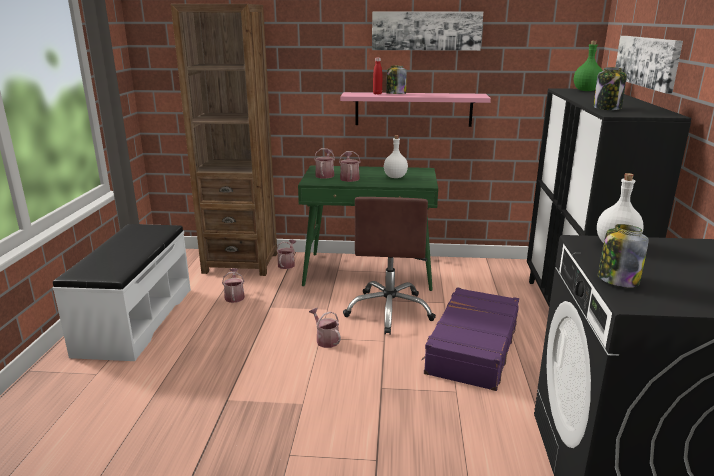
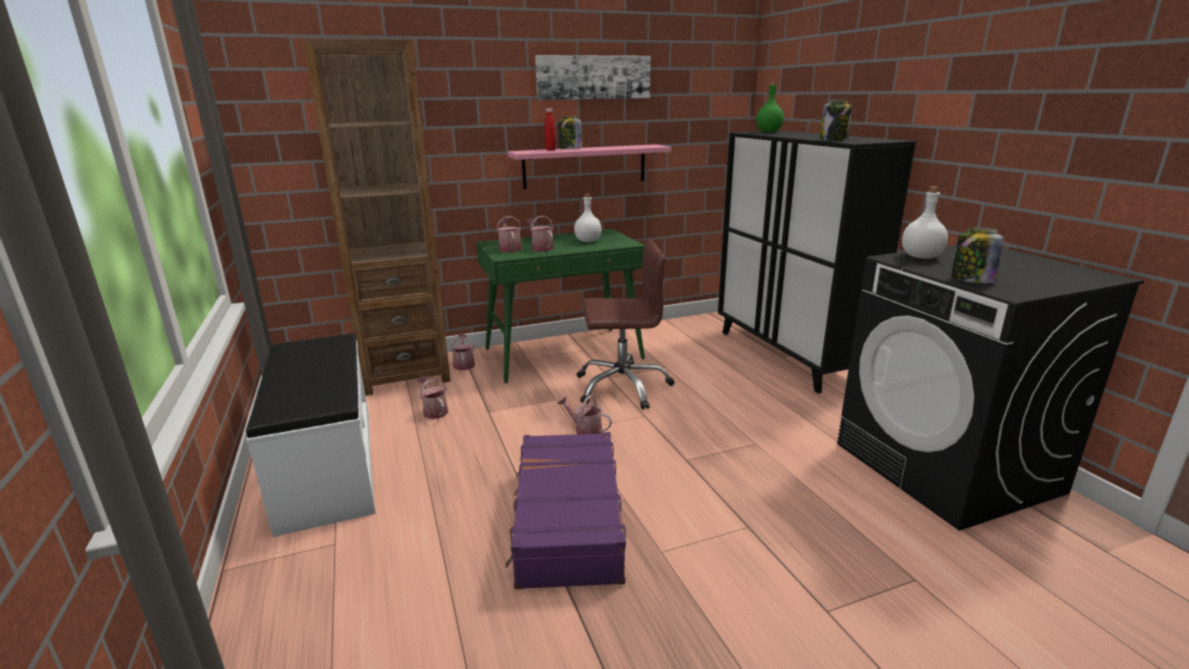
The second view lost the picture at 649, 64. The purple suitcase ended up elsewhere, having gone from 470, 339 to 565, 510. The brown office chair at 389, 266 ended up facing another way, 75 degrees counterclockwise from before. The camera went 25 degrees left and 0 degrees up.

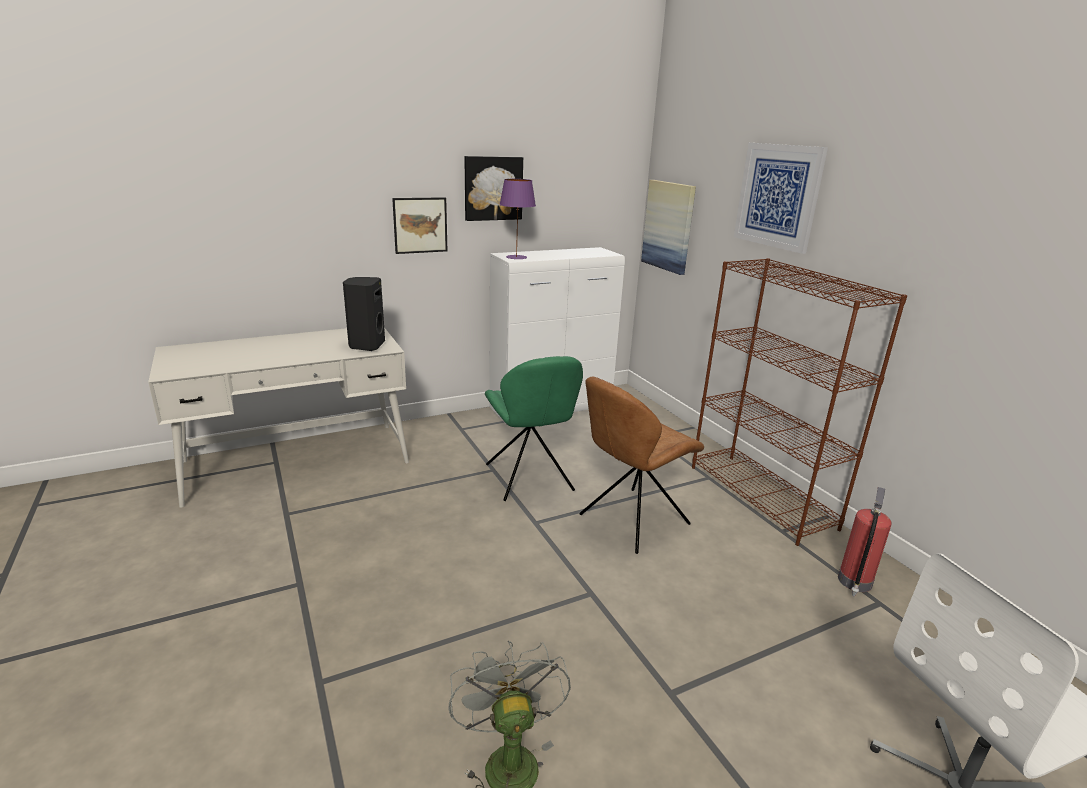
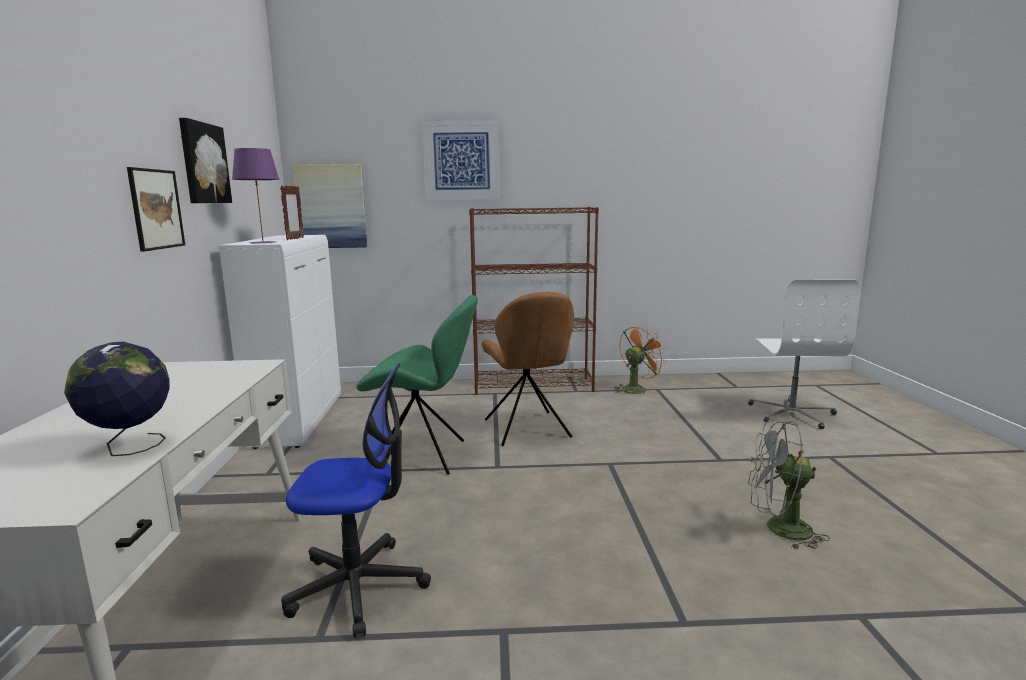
The second view lost the black speaker at 364, 314. The second view gained the globe at 117, 399. The second view gained the picture frame at 292, 212. The second view gained the office chair at 356, 500. Where the fire extinguisher stood at 865, 541, the orange fan came to stand at 640, 359. The camera went 65 degrees left and 10 degrees down.

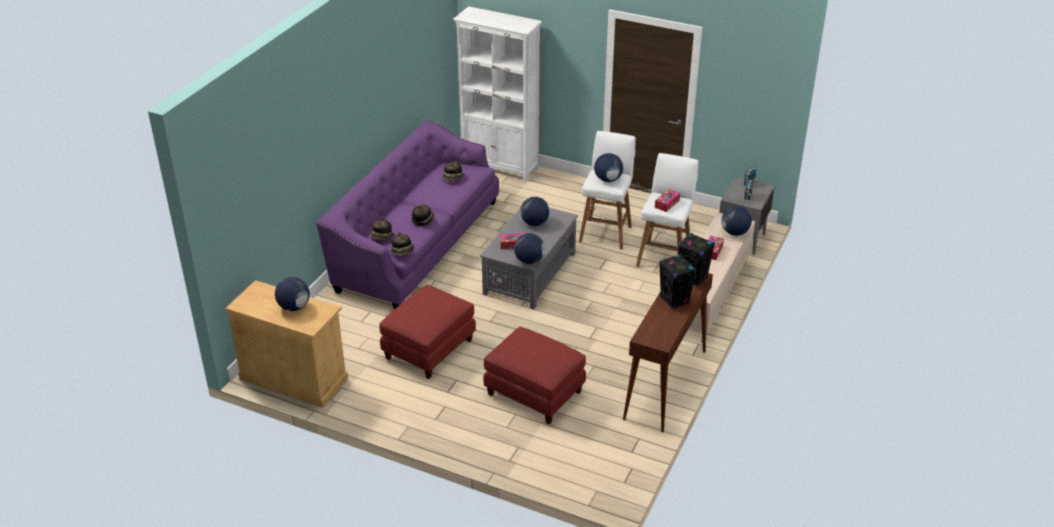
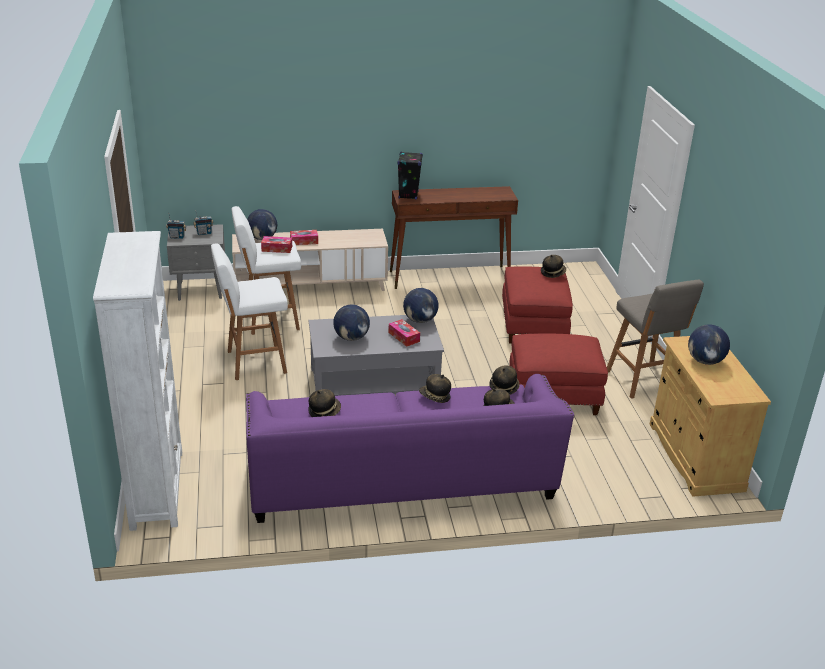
The second view lost the globe at 608, 167. The second view lost the black speaker at 677, 281. The second view gained the hat at 553, 266. The second view gained the grey stool at 655, 339. The camera went 125 degrees left and 5 degrees down.

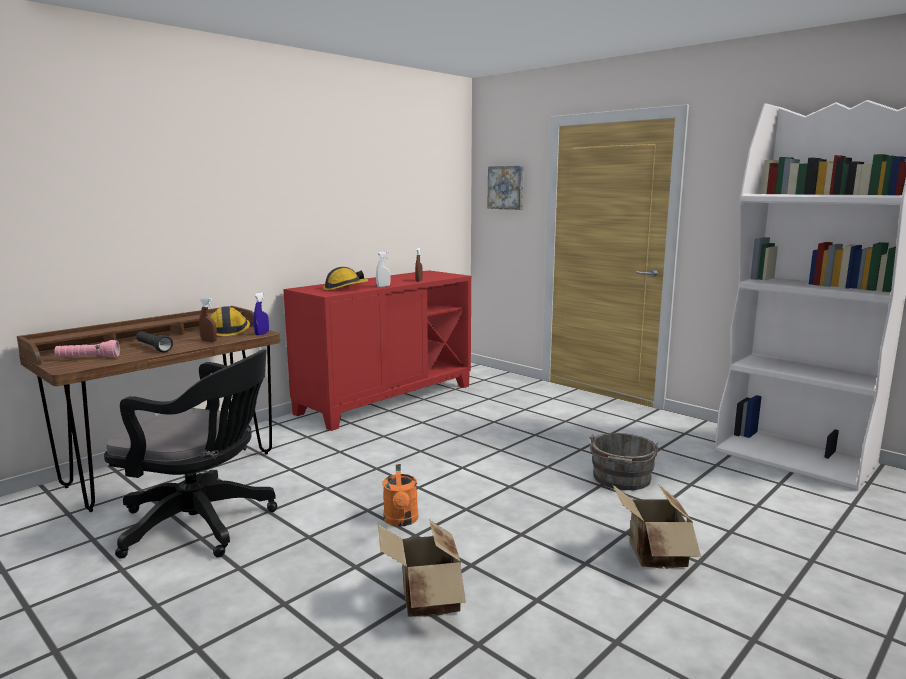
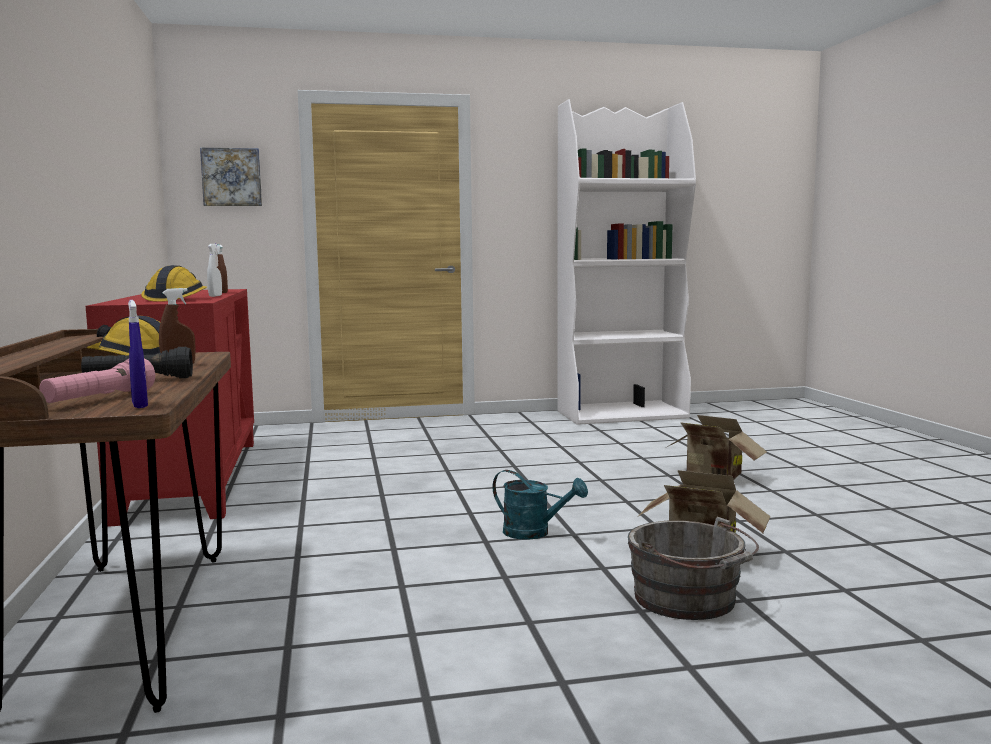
The second view lost the black office chair at 190, 454. The blue spray bottle ended up elsewhere, having gone from 261, 314 to 138, 354. The grey bucket ended up elsewhere, having gone from 624, 461 to 693, 568. What was the orange watering can at 400, 495 turned into the turquoise watering can at 540, 505. The camera went 55 degrees left and 5 degrees down.

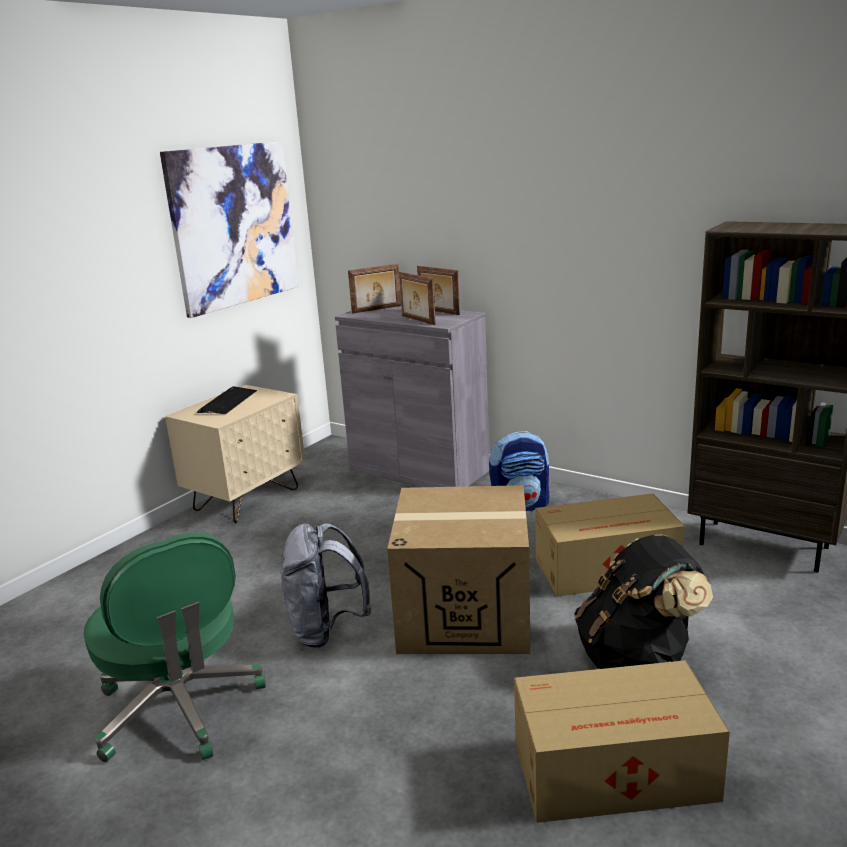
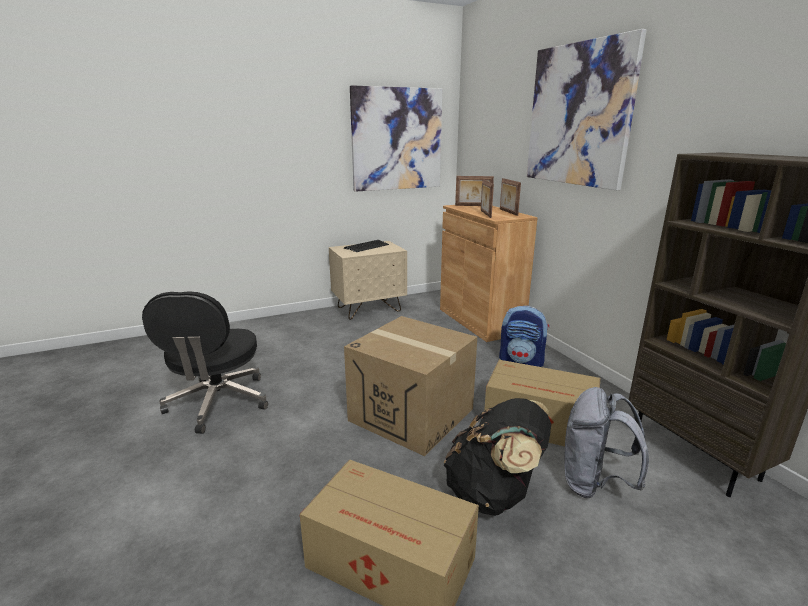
The second view gained the picture at 586, 109. The grey backpack ended up elsewhere, having gone from 325, 585 to 606, 442. What was the green office chair at 175, 647 turned into the black office chair at 205, 362. What was the grey cabinet at 412, 396 turned into the brown cabinet at 489, 273. The camera went 30 degrees right and 0 degrees up.

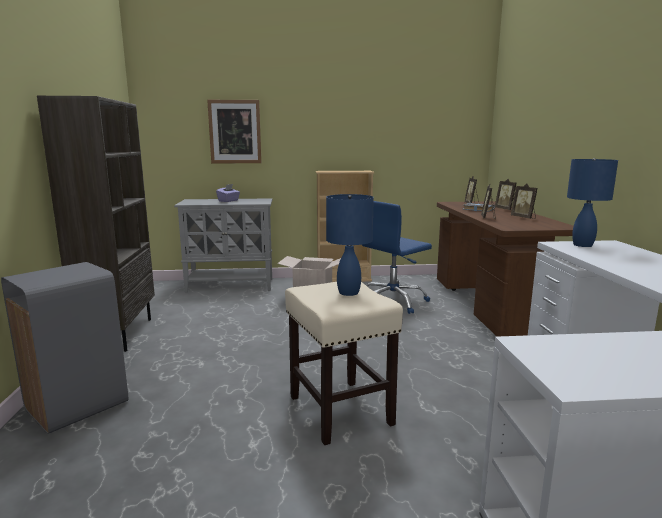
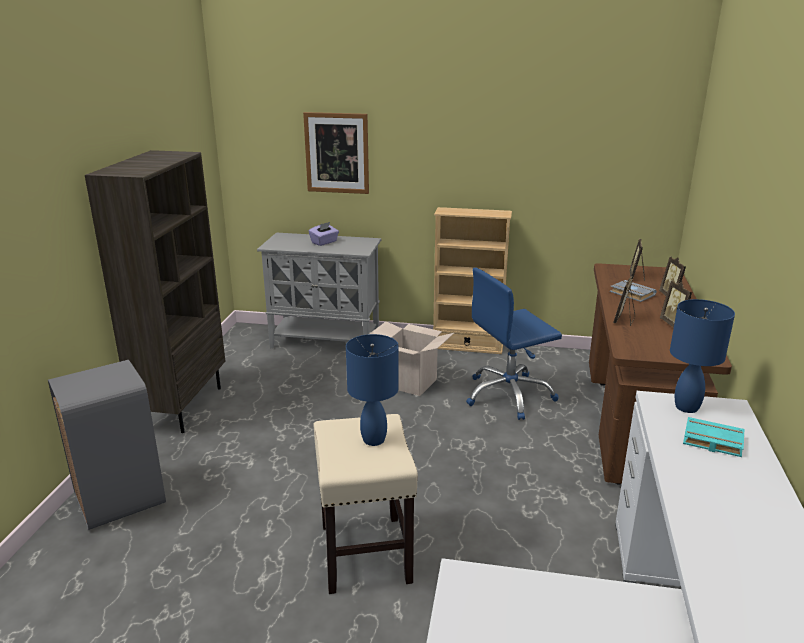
The second view gained the turquoise book at 713, 437. The camera went 15 degrees right and 10 degrees up.

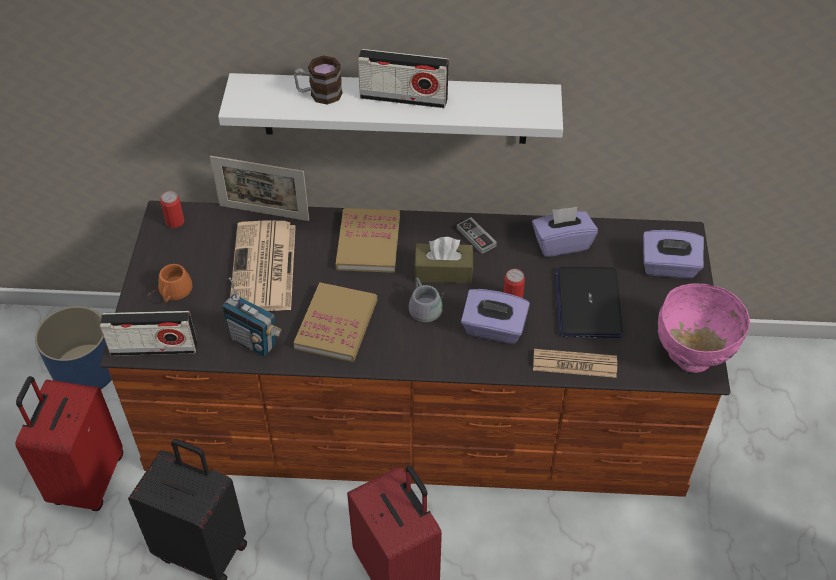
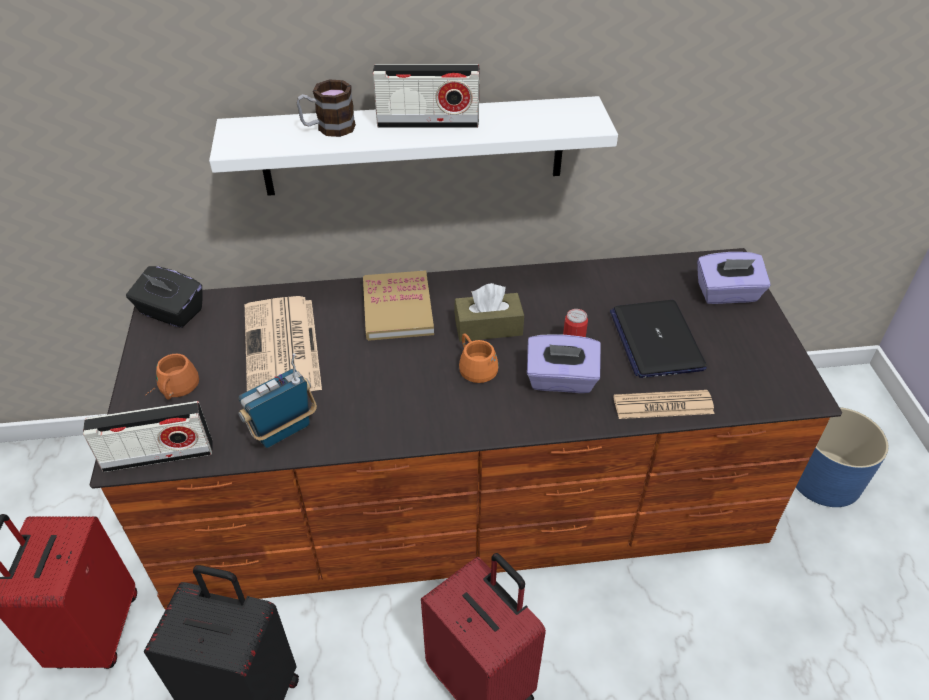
The second view lost the picture frame at 259, 188. The second view lost the book at 335, 322. The second view lost the game controller at 477, 235. The second view lost the purple tissue box at 565, 232. The second view lost the pink bowl at 704, 328. The blue planter ended up elsewhere, having gone from 73, 347 to 842, 457. Where the can stood at 172, 209, the black tissue box came to stand at 164, 297. What was the grey mug at 426, 299 turned into the orange mug at 479, 358. The radio at 252, 316 ended up facing another way, 120 degrees clockwise from before. The camera went 10 degrees left and 5 degrees down.

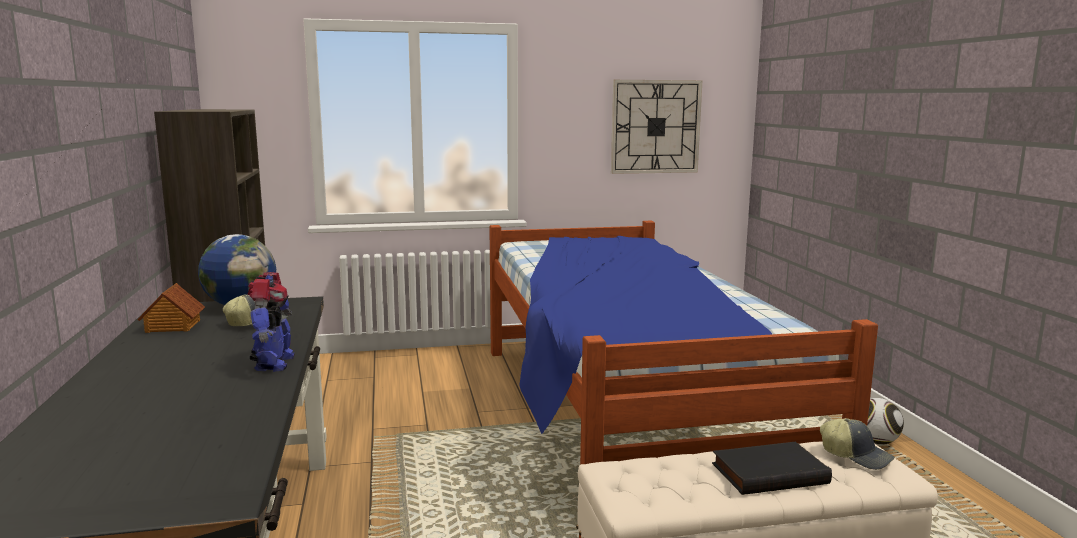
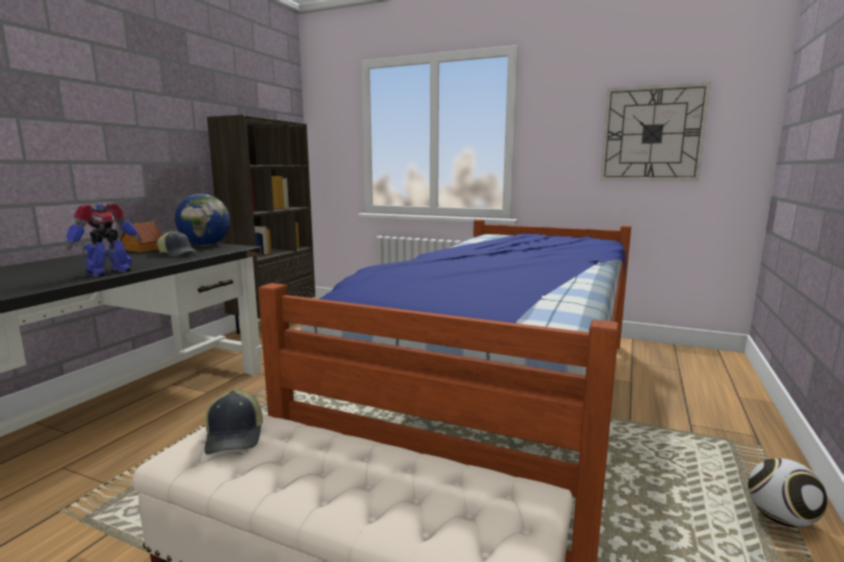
The second view lost the black book at 772, 468. The cap ended up elsewhere, having gone from 857, 444 to 234, 422. The camera went 35 degrees right and 0 degrees up.

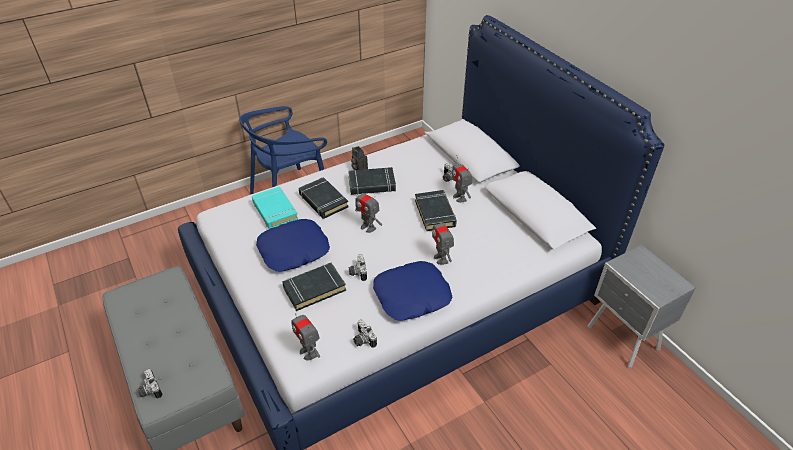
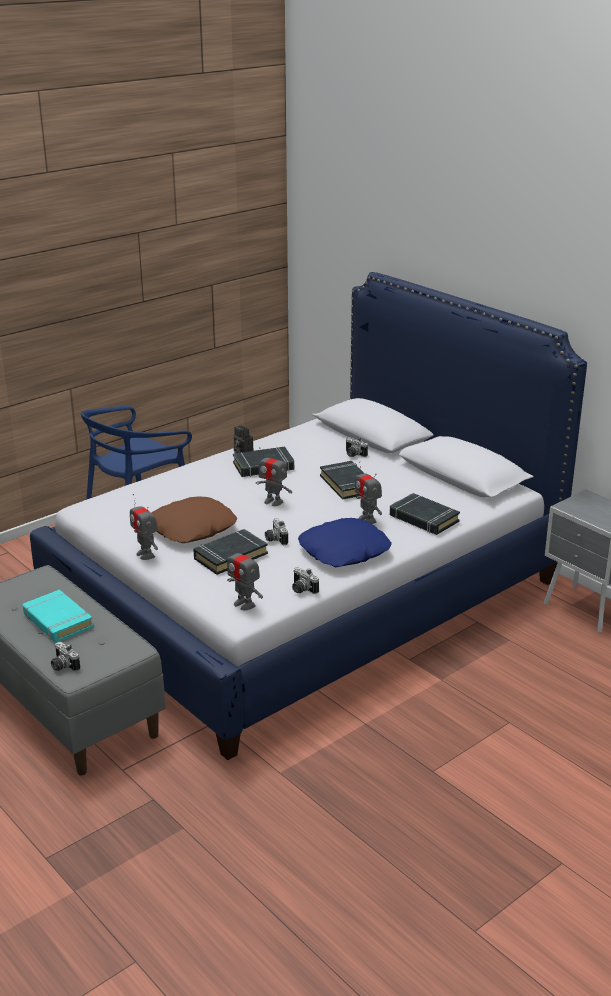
The turquoise book ended up elsewhere, having gone from 275, 207 to 58, 616. The black book ended up elsewhere, having gone from 323, 198 to 425, 514. The toy robot ended up elsewhere, having gone from 462, 179 to 144, 527. What was the blue pillow at 293, 245 turned into the brown pillow at 194, 519. The camera went 10 degrees left and 15 degrees down.

